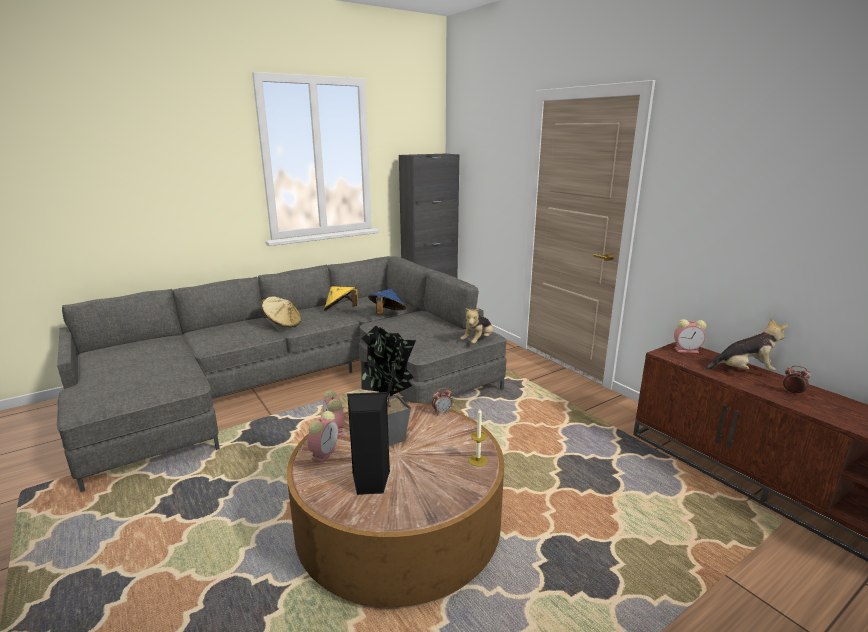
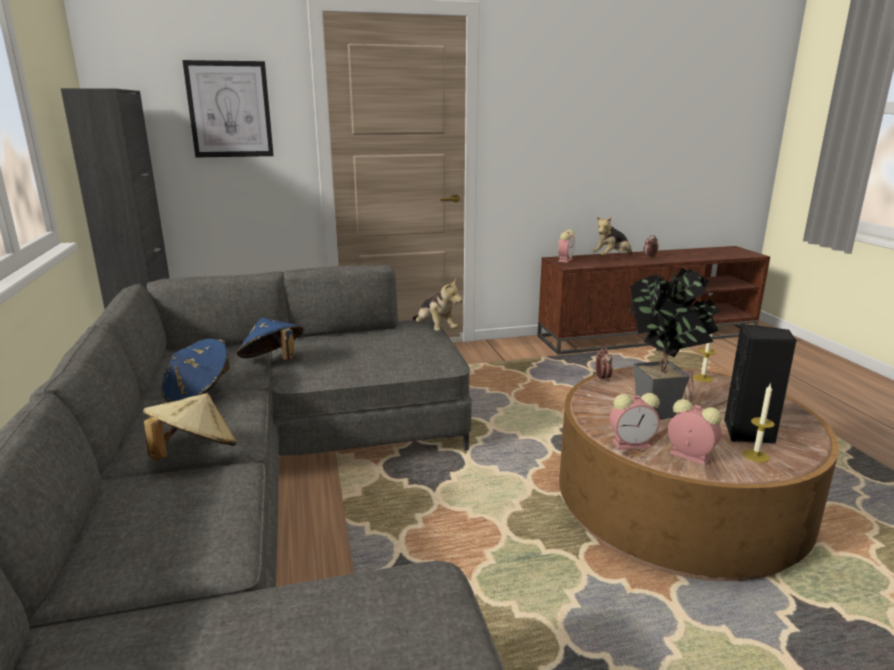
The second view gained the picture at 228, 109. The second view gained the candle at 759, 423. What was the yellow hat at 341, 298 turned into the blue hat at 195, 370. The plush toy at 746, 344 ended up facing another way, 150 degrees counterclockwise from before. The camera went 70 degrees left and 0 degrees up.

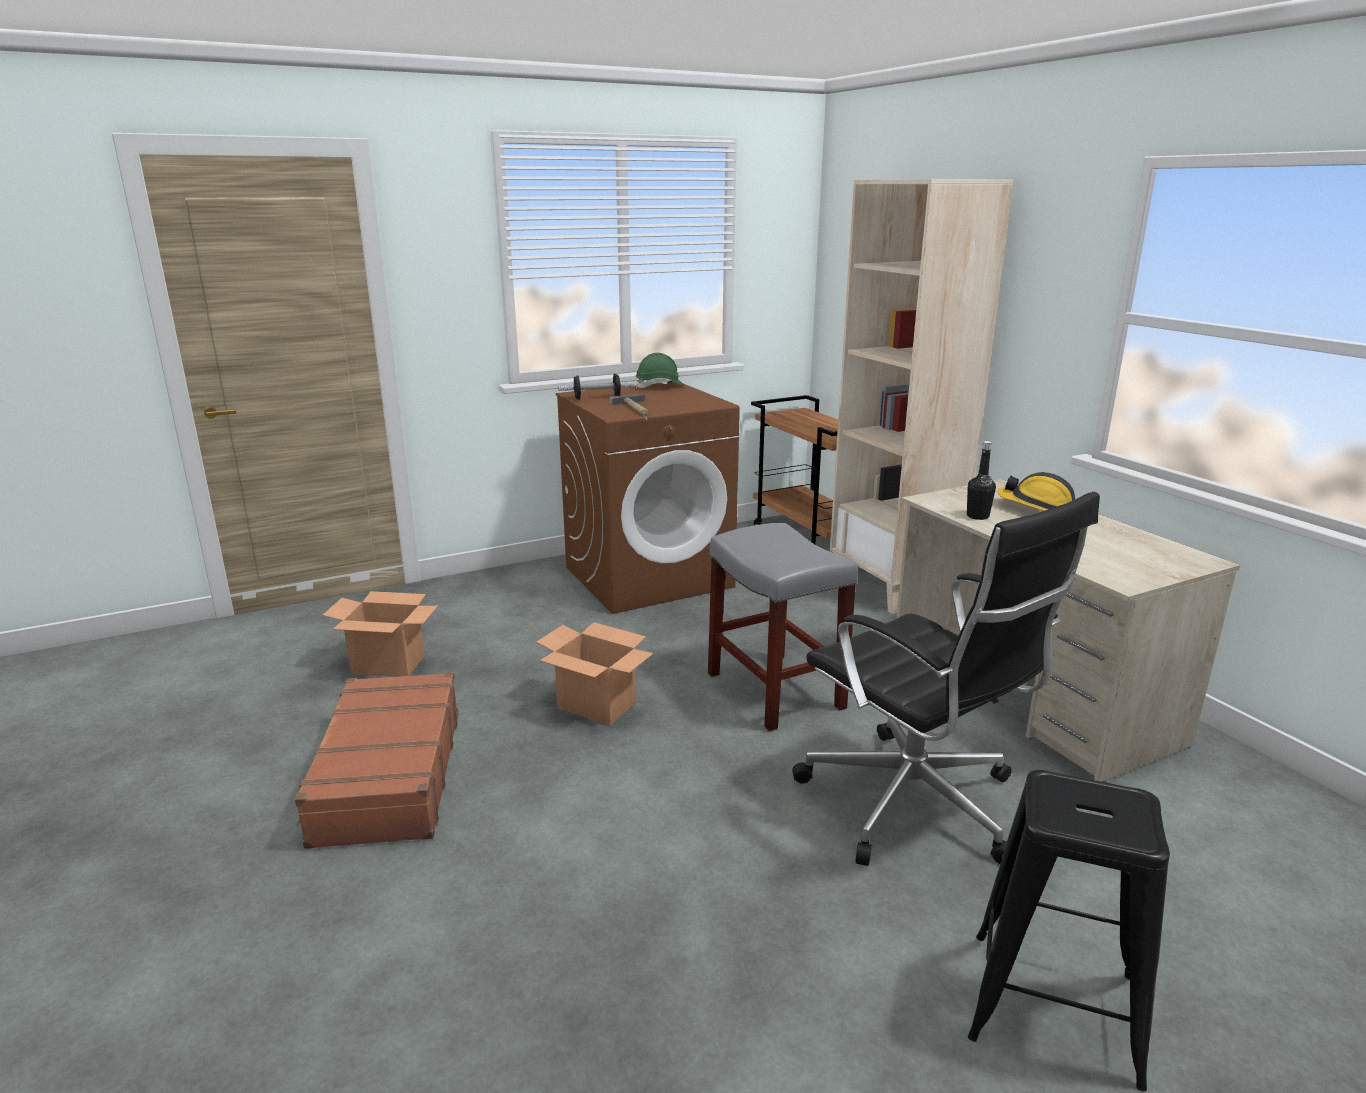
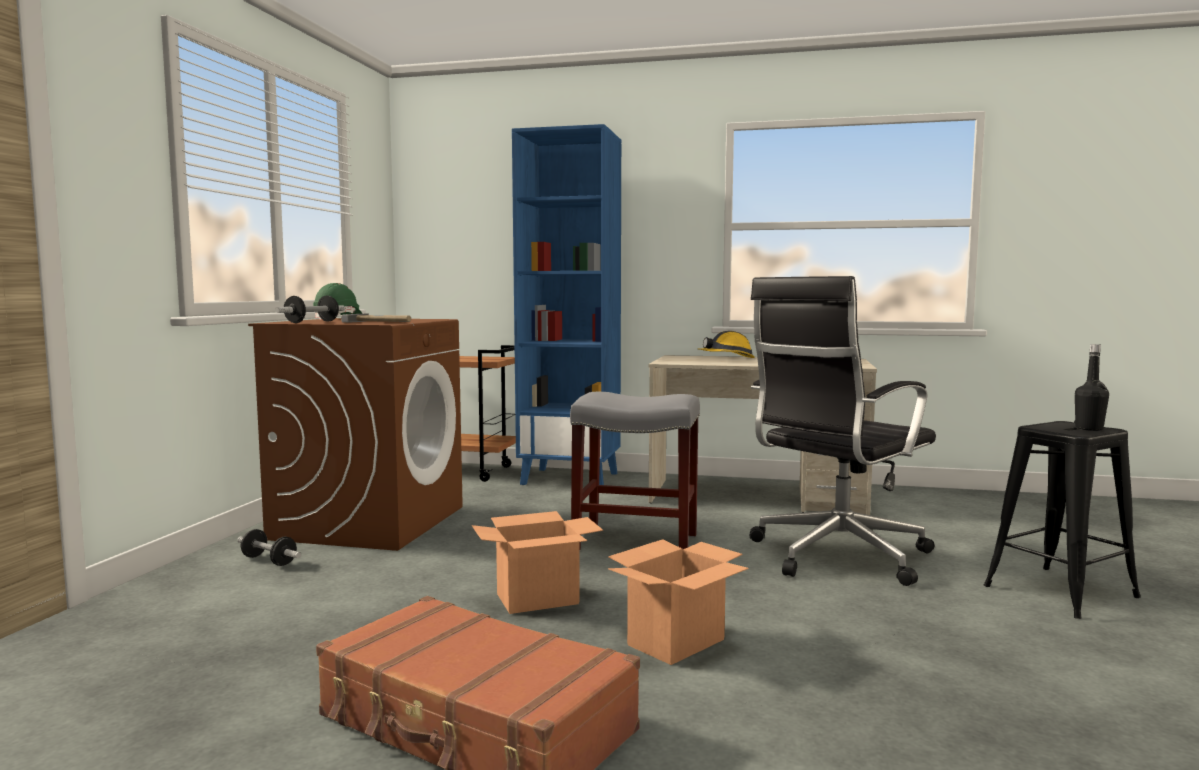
The second view gained the dumbbell at 269, 547. The cardboard box ended up elsewhere, having gone from 380, 634 to 678, 602. The black bottle ended up elsewhere, having gone from 981, 480 to 1091, 387. What was the beige bookcase at 921, 396 turned into the blue bookcase at 566, 304. The black office chair at 946, 679 ended up facing another way, 135 degrees clockwise from before. The camera went 50 degrees left and 15 degrees down.

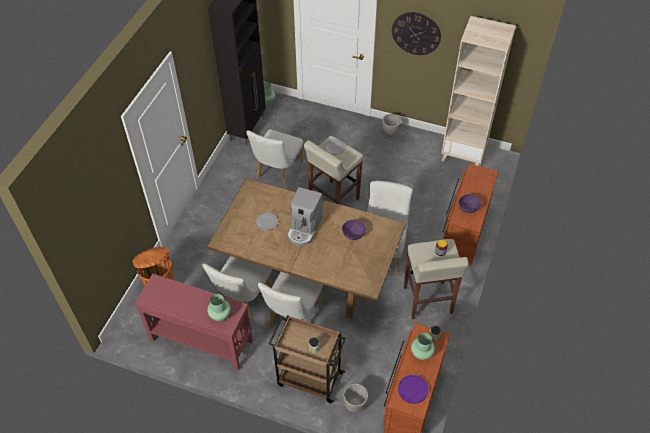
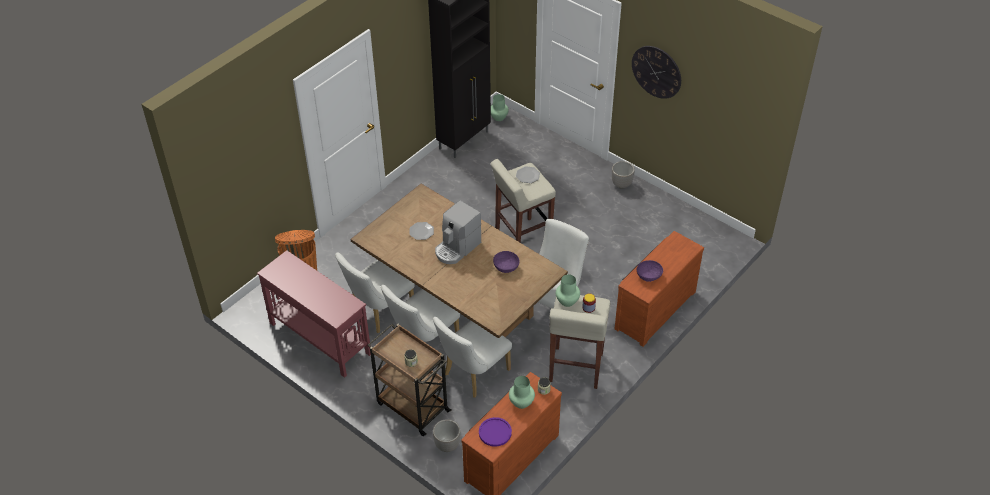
The second view lost the beige bookcase at 478, 91. The green vase ended up elsewhere, having gone from 219, 307 to 568, 290. The white chair ended up elsewhere, having gone from 274, 158 to 472, 357. The camera went 20 degrees right and 5 degrees down.

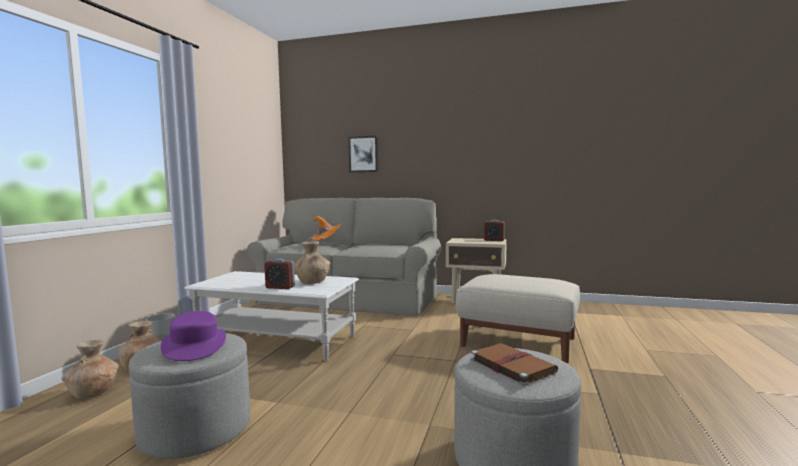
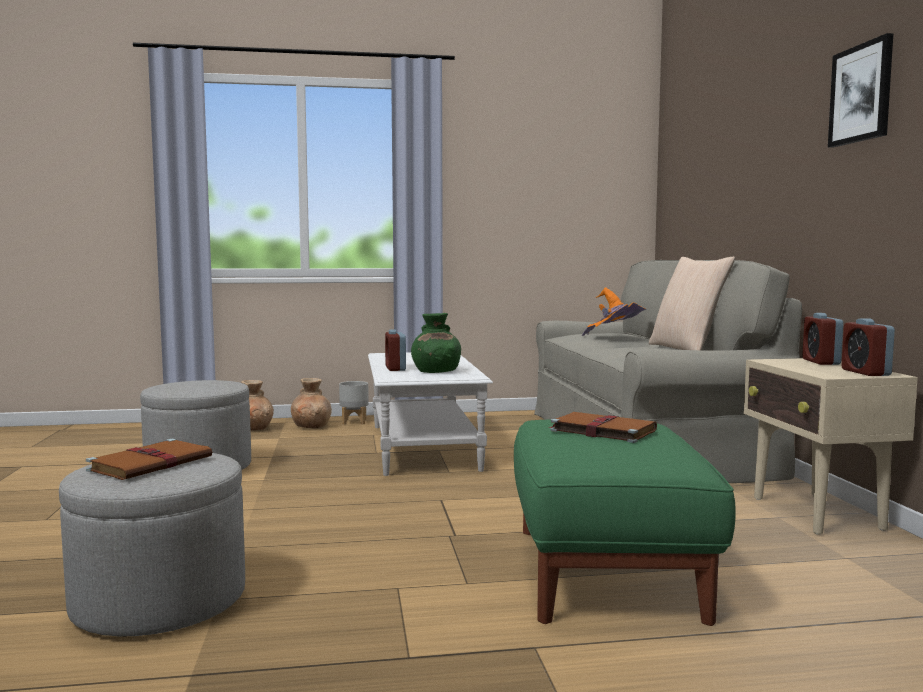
The second view lost the purple hat at 193, 336. The second view gained the brown book at 603, 427. The second view gained the beige pillow at 692, 303. The second view gained the alarm clock at 822, 339. The picture ended up elsewhere, having gone from 363, 154 to 860, 90. What was the brown vase at 312, 262 turned into the green vase at 436, 343. What was the beige ottoman at 518, 318 turned into the green ottoman at 625, 522. The camera went 65 degrees right and 0 degrees up.

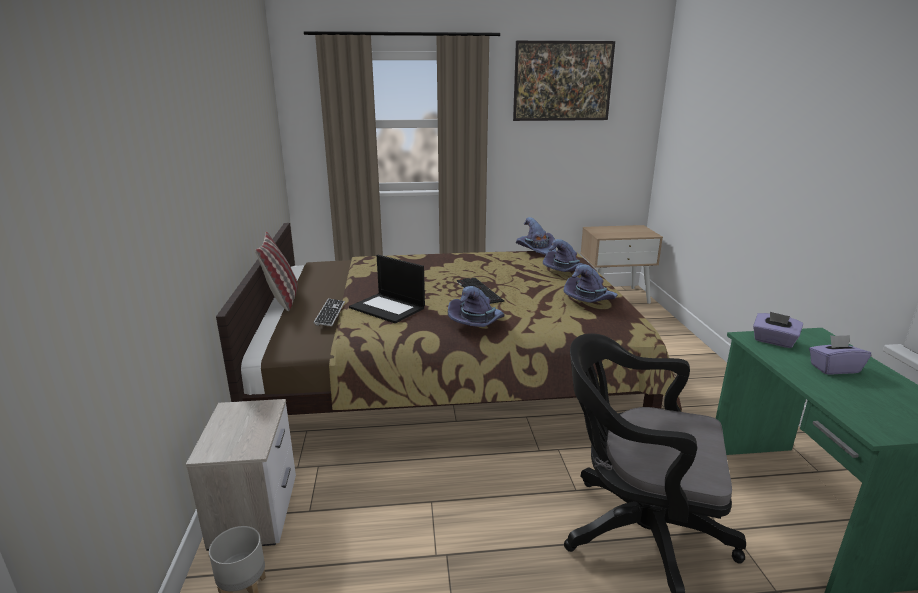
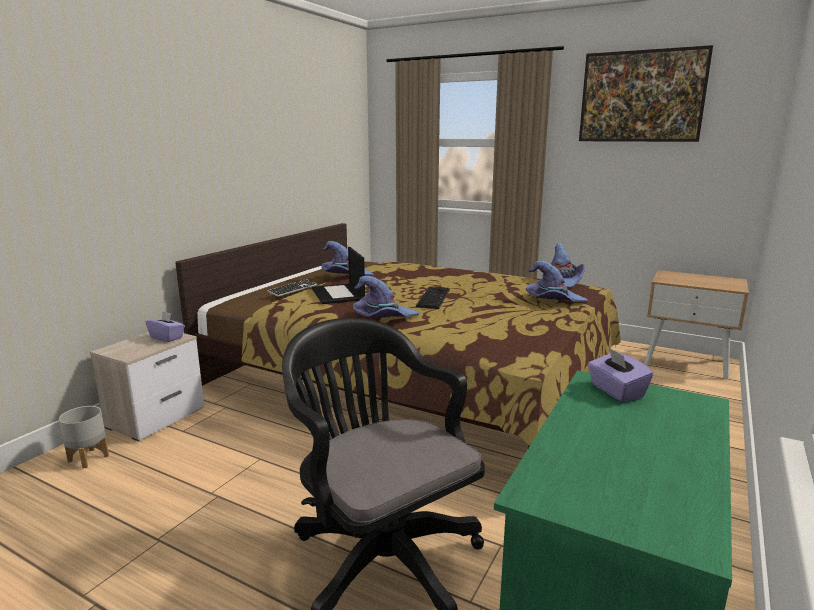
The second view lost the pillow at 276, 271. The purple hat ended up elsewhere, having gone from 591, 284 to 347, 258. The purple tissue box ended up elsewhere, having gone from 840, 355 to 165, 326. The camera went 35 degrees right and 5 degrees down.

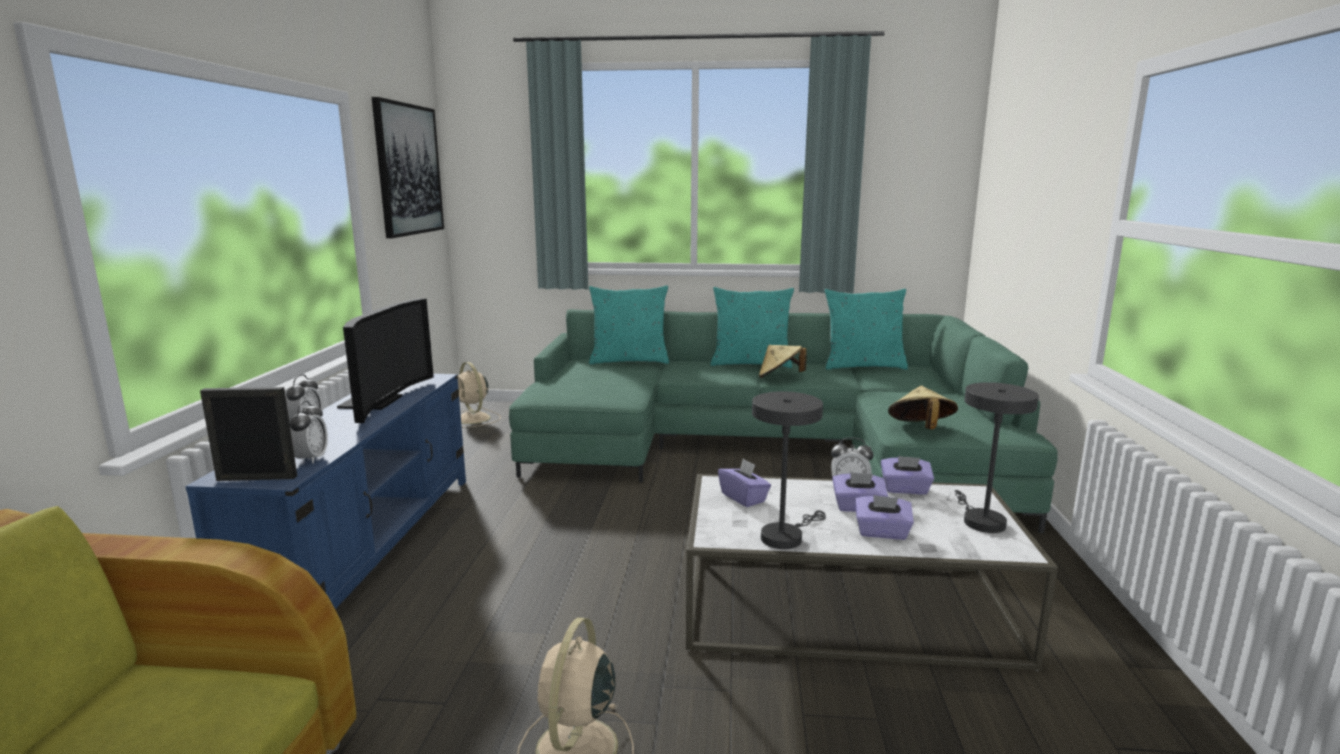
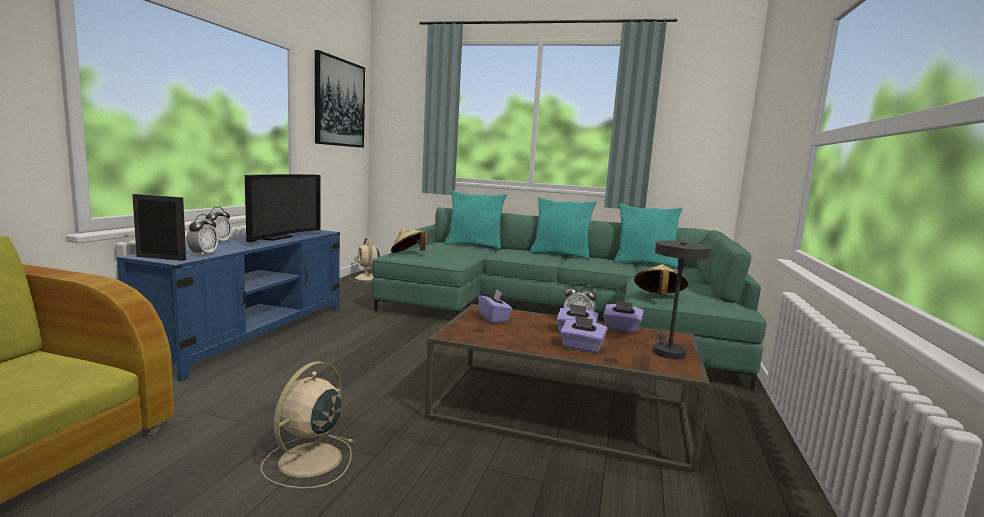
The second view lost the grey table lamp at 789, 470. The beige hat ended up elsewhere, having gone from 782, 361 to 409, 241. What was the white coffee table at 872, 572 turned into the brown coffee table at 567, 388. The camera went 10 degrees right and 5 degrees down.

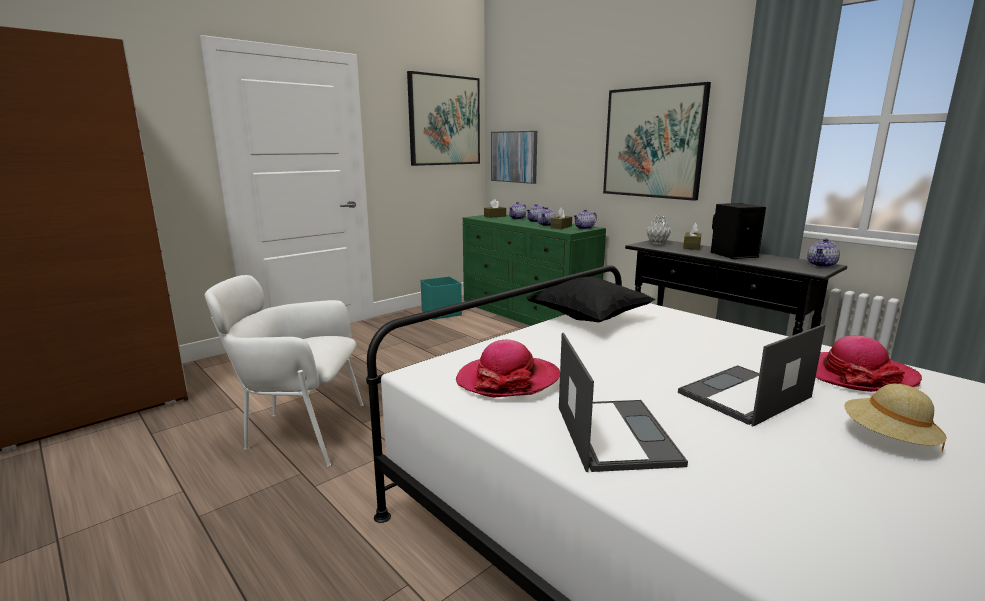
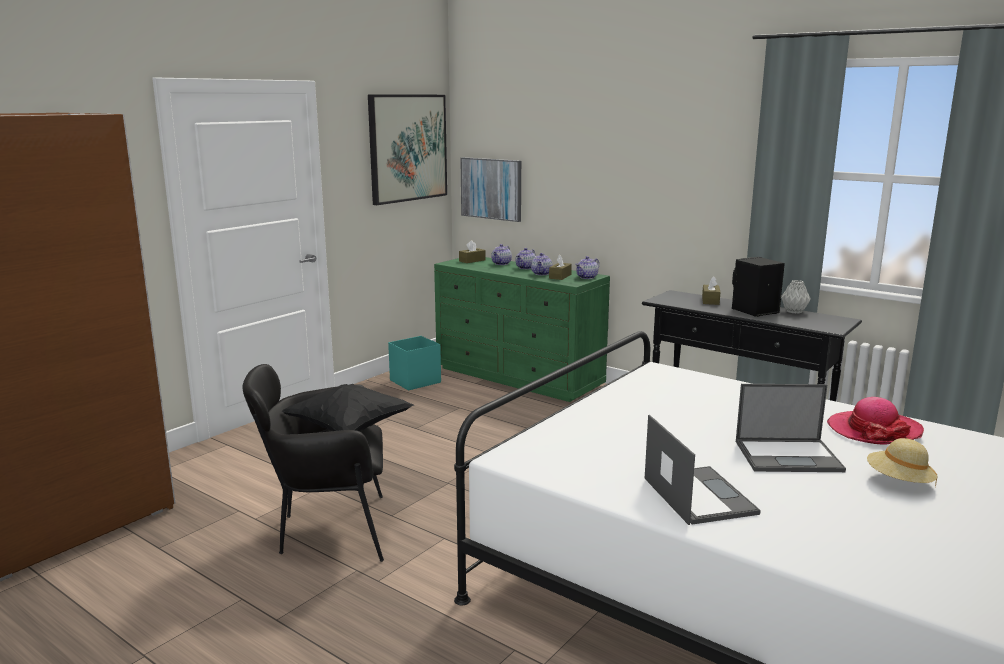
The second view lost the hat at 508, 368. The second view lost the picture at 657, 141. The second view lost the teapot at 823, 252. The black pillow ended up elsewhere, having gone from 591, 299 to 348, 407. The grey vase ended up elsewhere, having gone from 658, 230 to 796, 297. What was the white armchair at 284, 371 turned into the black armchair at 313, 463. The laptop at 751, 375 ended up facing another way, 135 degrees counterclockwise from before. The camera went 10 degrees left and 0 degrees up.

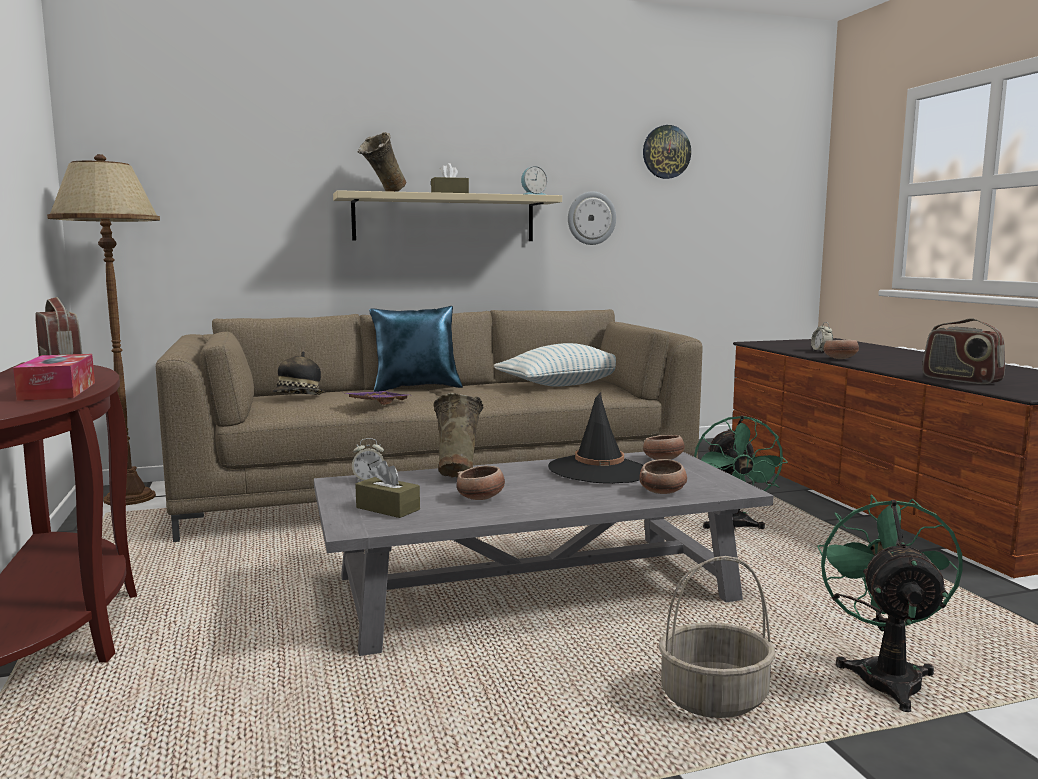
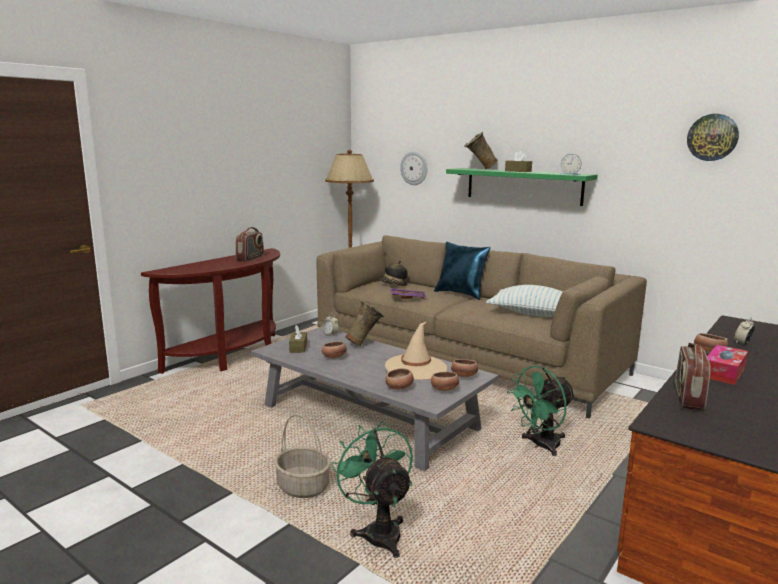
The second view gained the bowl at 445, 381. The tissue box ended up elsewhere, having gone from 54, 377 to 727, 365. The wall clock ended up elsewhere, having gone from 592, 218 to 413, 168. What was the beige shelf at 447, 215 turned into the green shelf at 522, 187. What was the black hat at 595, 438 turned into the beige hat at 416, 351. The green fan at 890, 603 ended up facing another way, 90 degrees counterclockwise from before. The camera went 55 degrees right and 5 degrees up.

